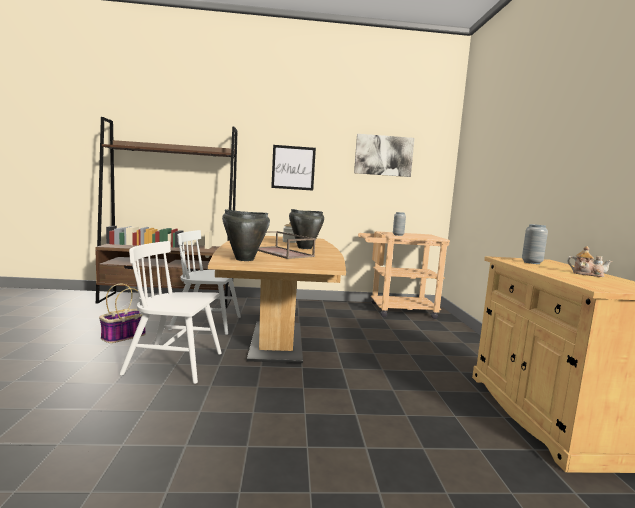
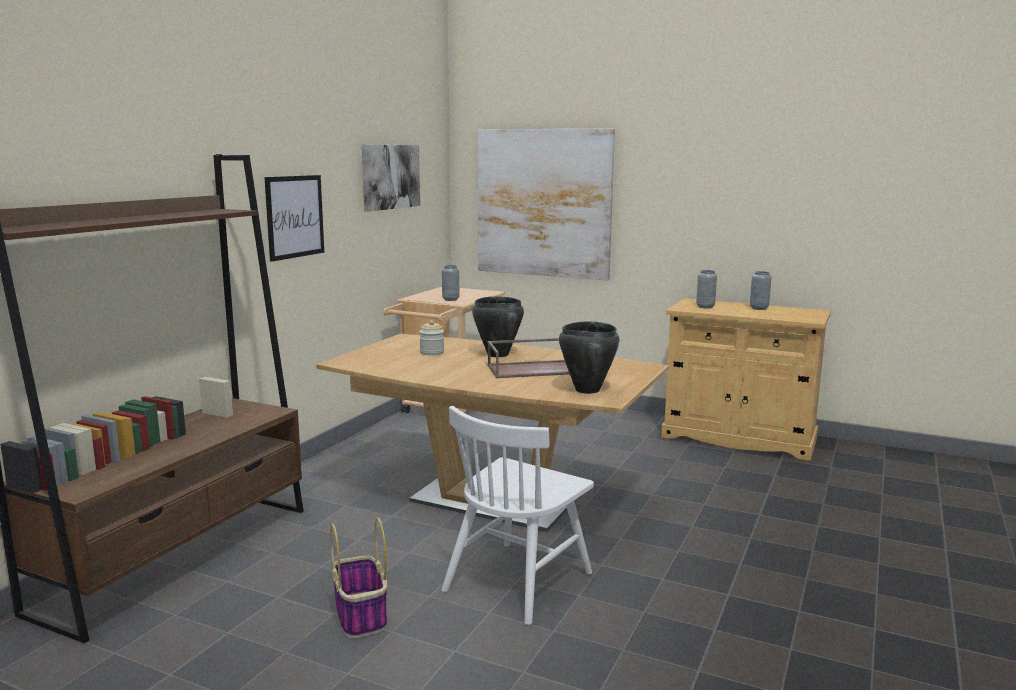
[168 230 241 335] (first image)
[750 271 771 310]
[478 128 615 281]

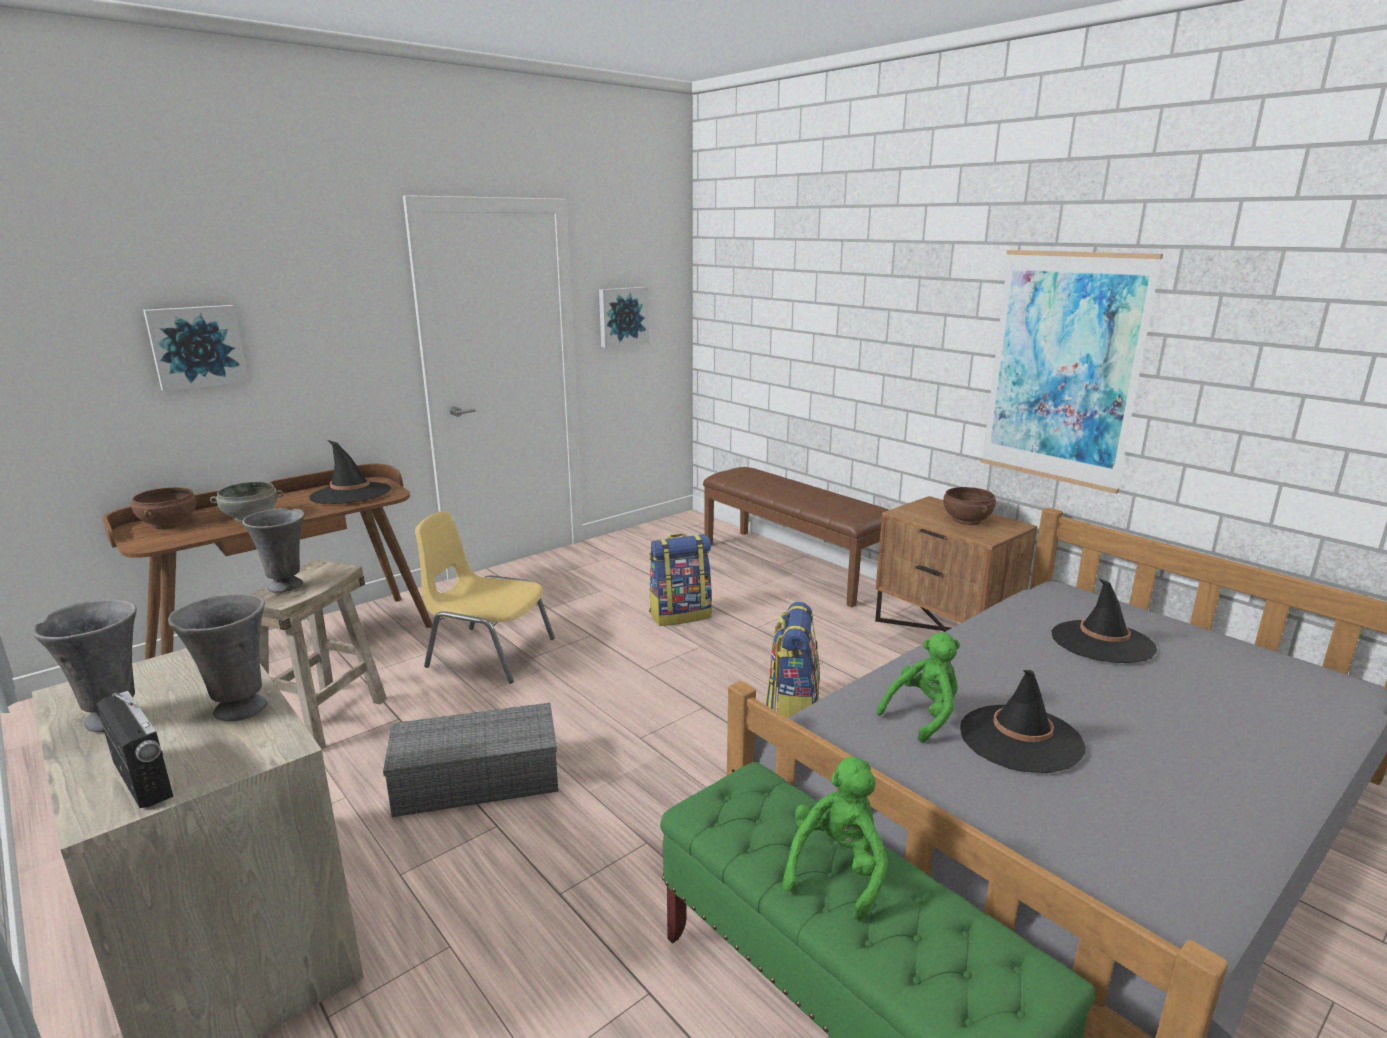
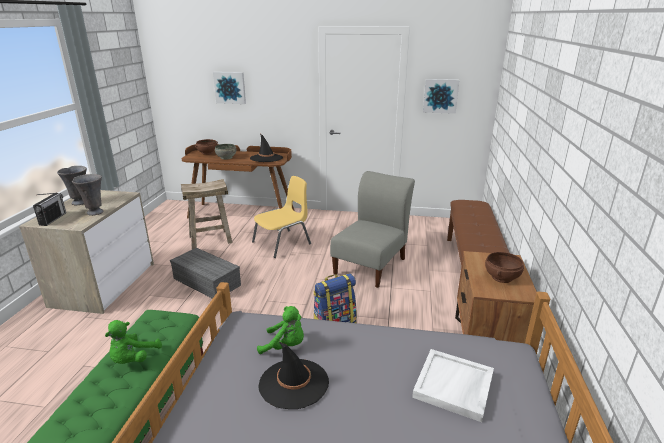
[980 250 1163 494] (first image)
[242 508 305 593] (first image)
[252 176 311 258]
[330 171 415 288]
[412 349 494 422]
[105 320 162 364]

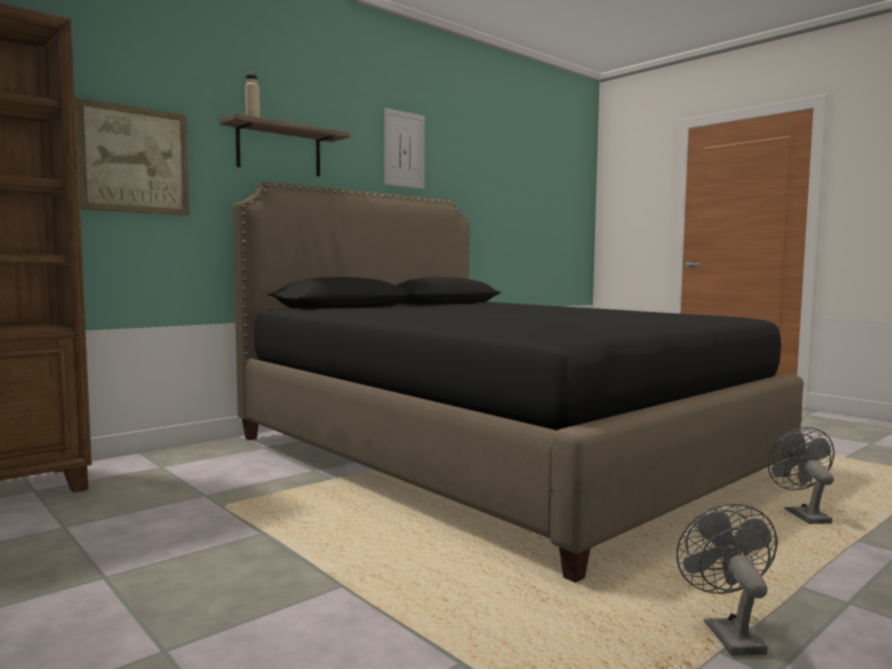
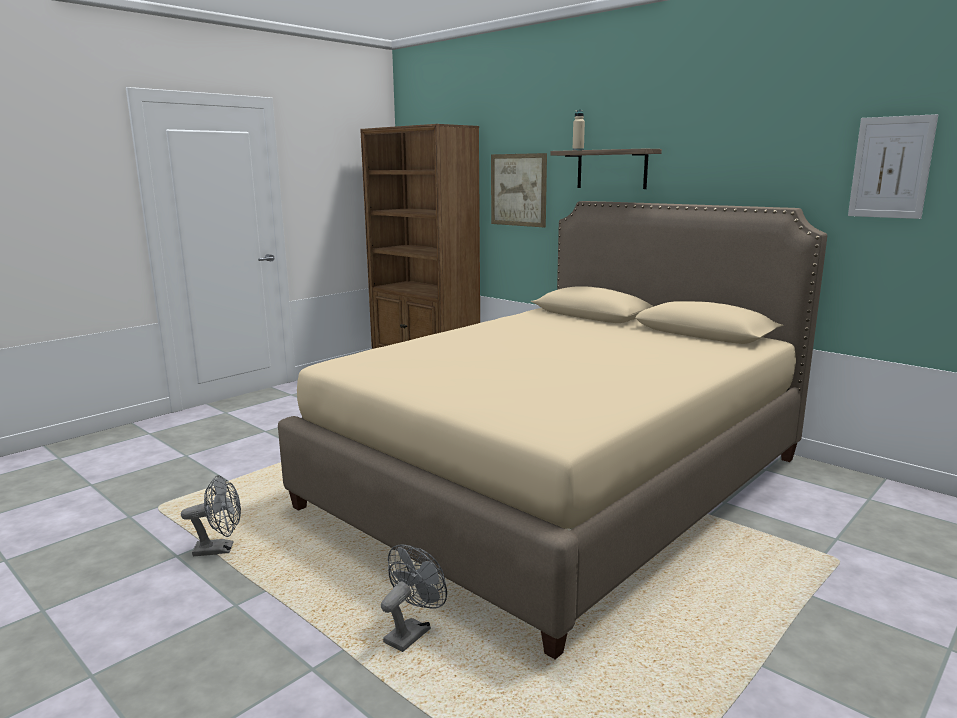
[848 114 938 219]
[278 201 827 660]
[381 544 447 652]

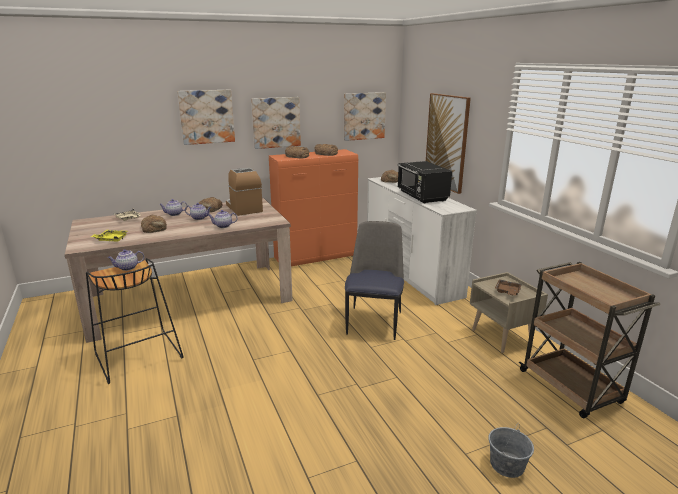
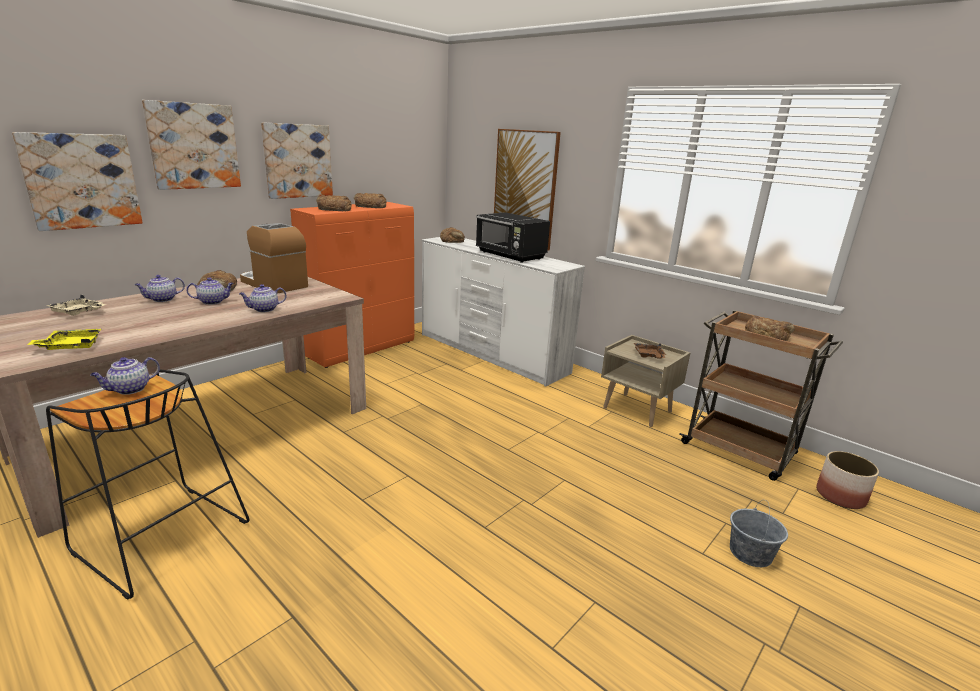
[12 132 143 231]
[745 315 795 341]
[345 221 404 340] (first image)
[816 451 879 509]

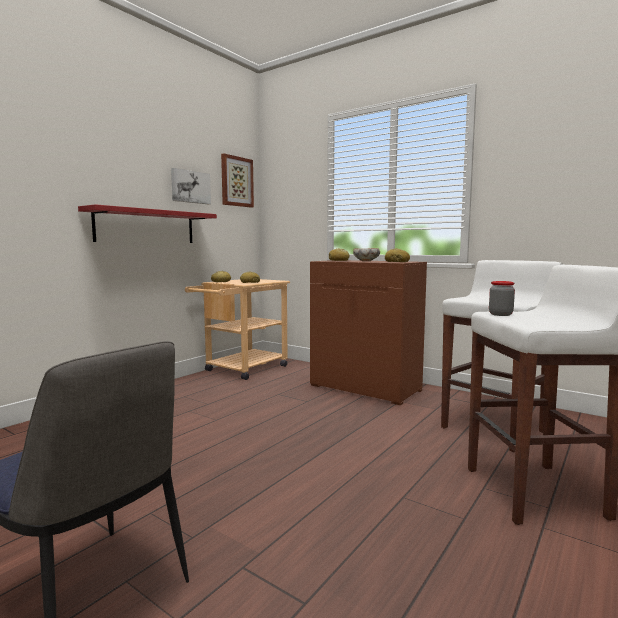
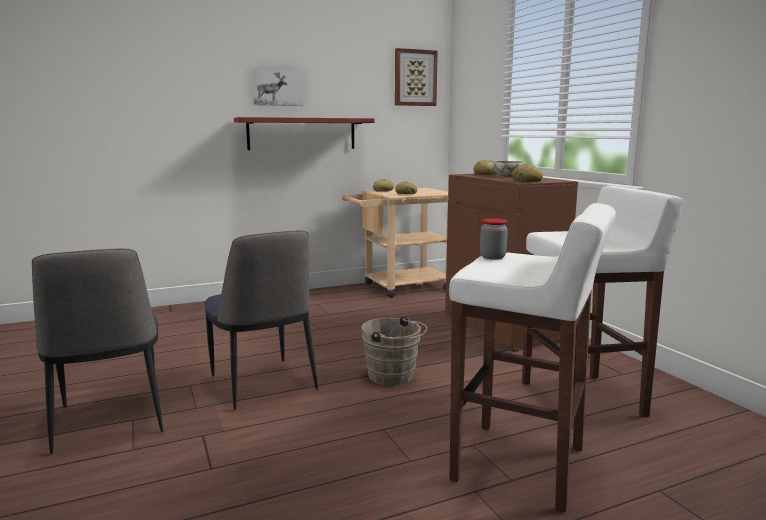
[252 69 304 106]
[204 230 318 410]
[361 316 427 386]

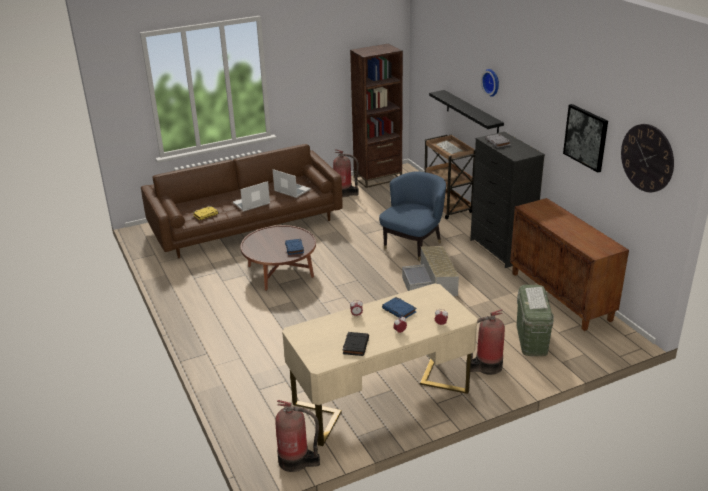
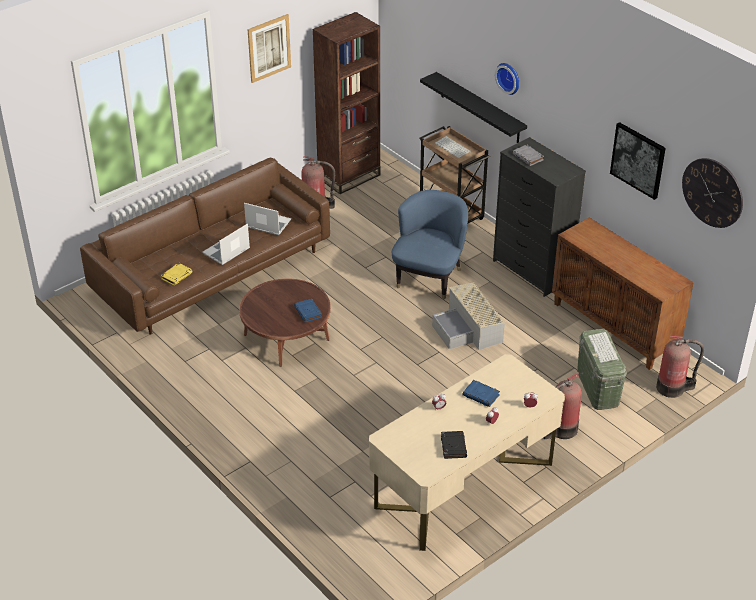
[656 336 704 398]
[247 14 291 83]

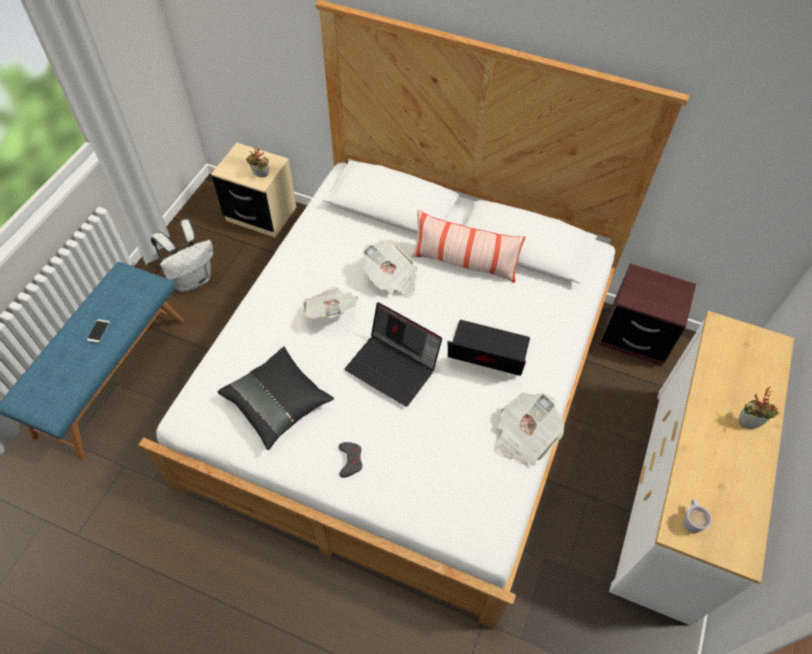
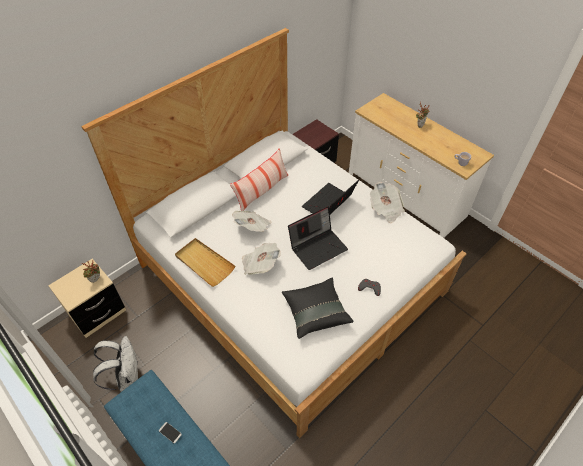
[175 238 235 287]

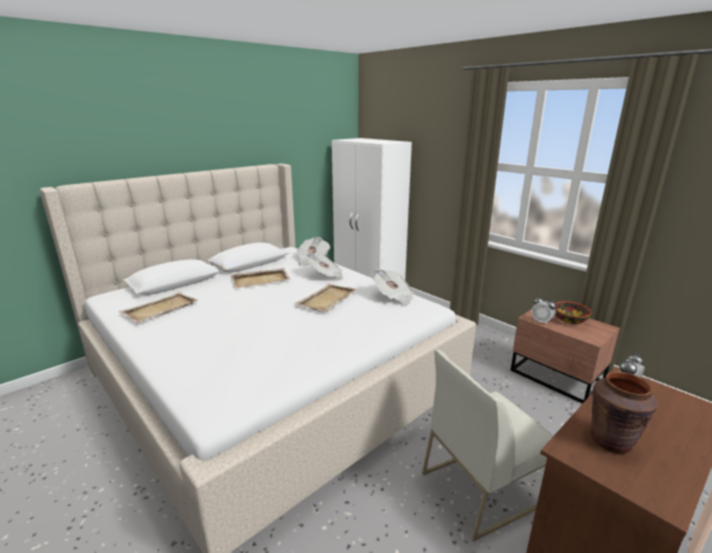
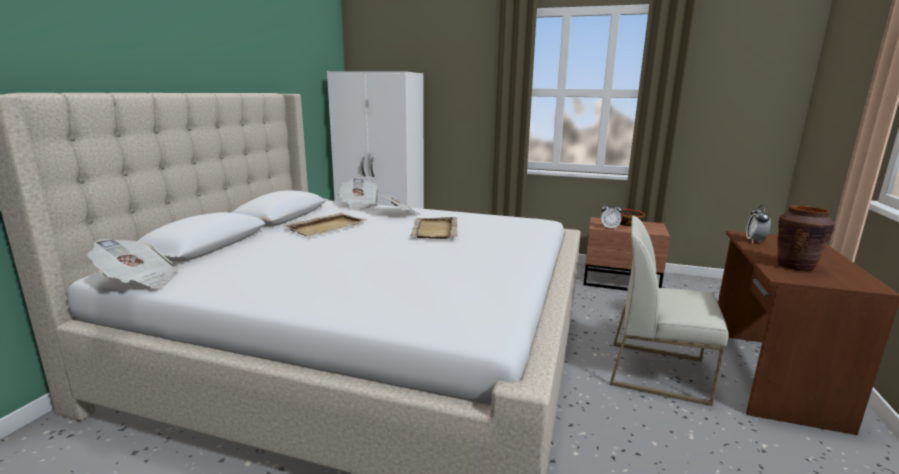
[87 239 178 288]
[119 292 199 323] (first image)
[610 216 729 406]

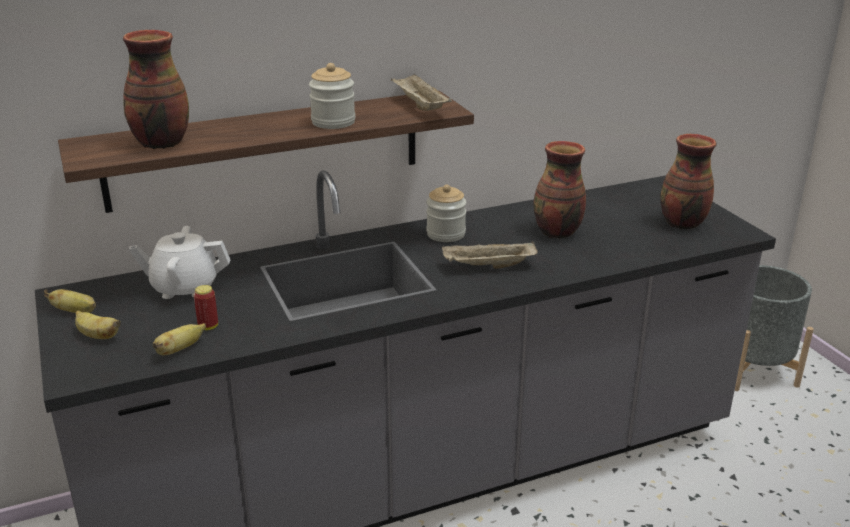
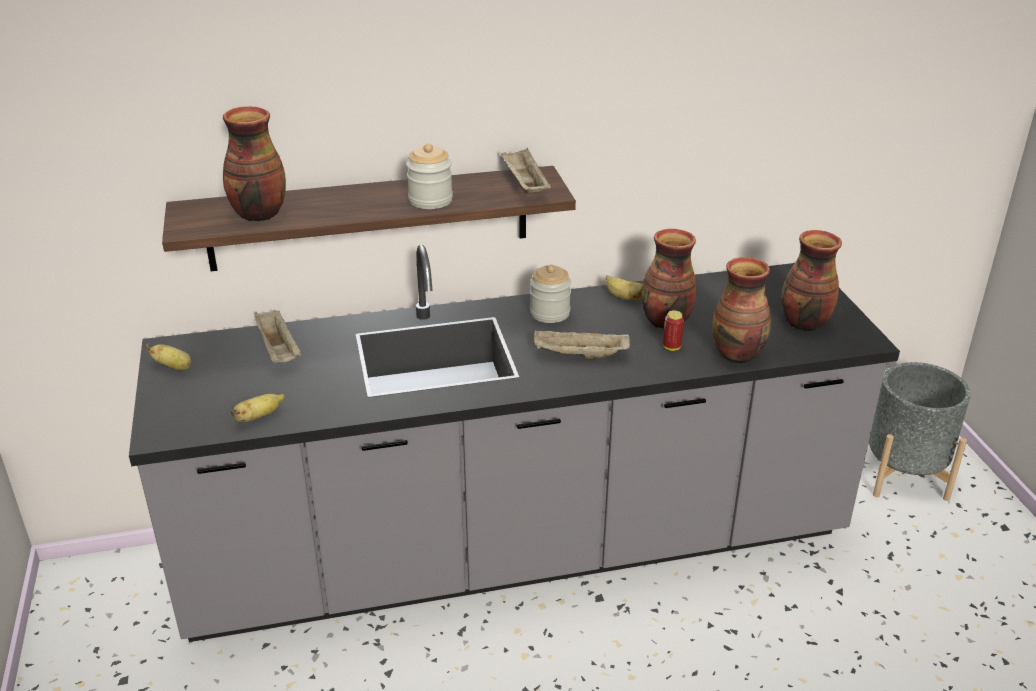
[254 310 301 363]
[663 310 684 351]
[606 275 643 300]
[712 257 771 362]

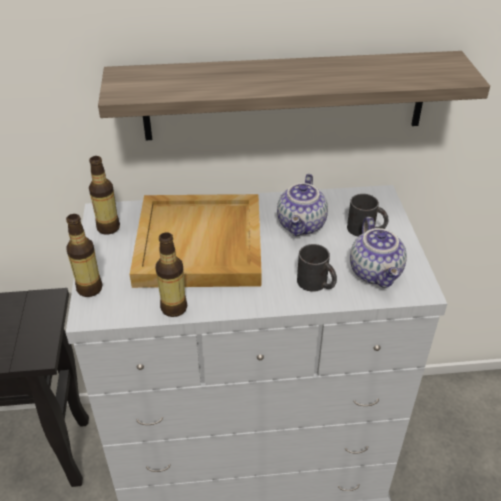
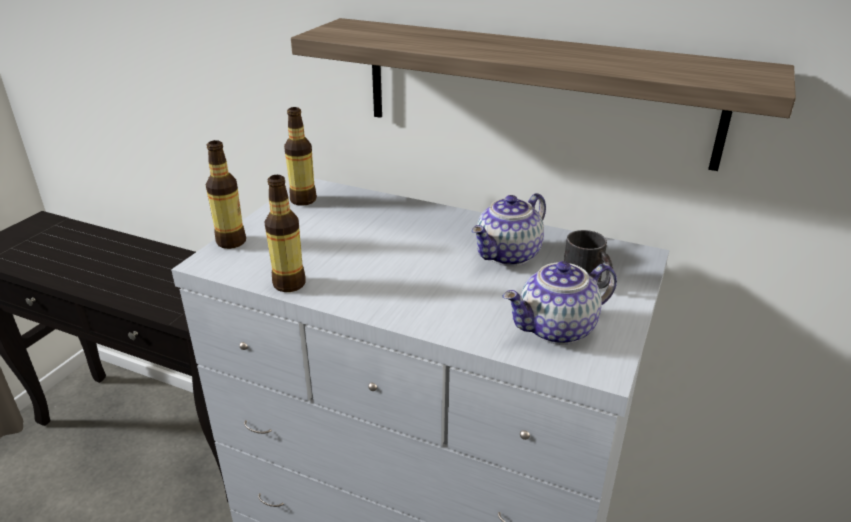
[130 194 262 288] (first image)
[503 261 617 345]
[297 244 337 292] (first image)

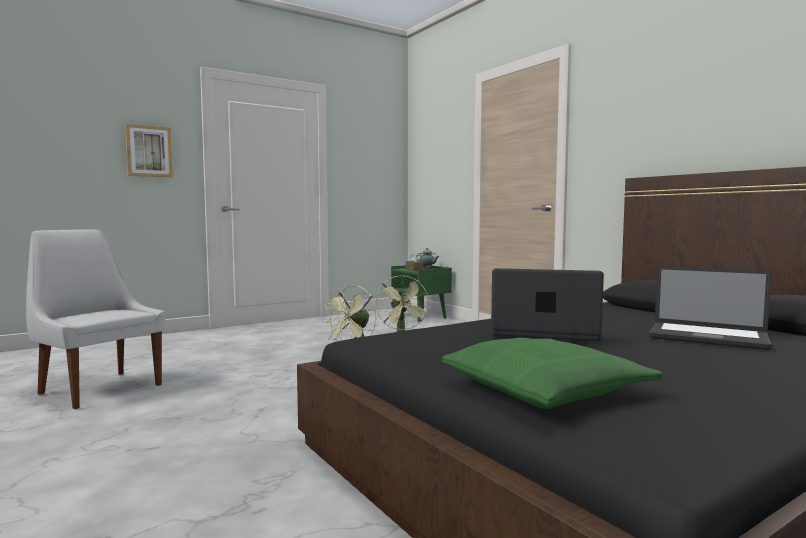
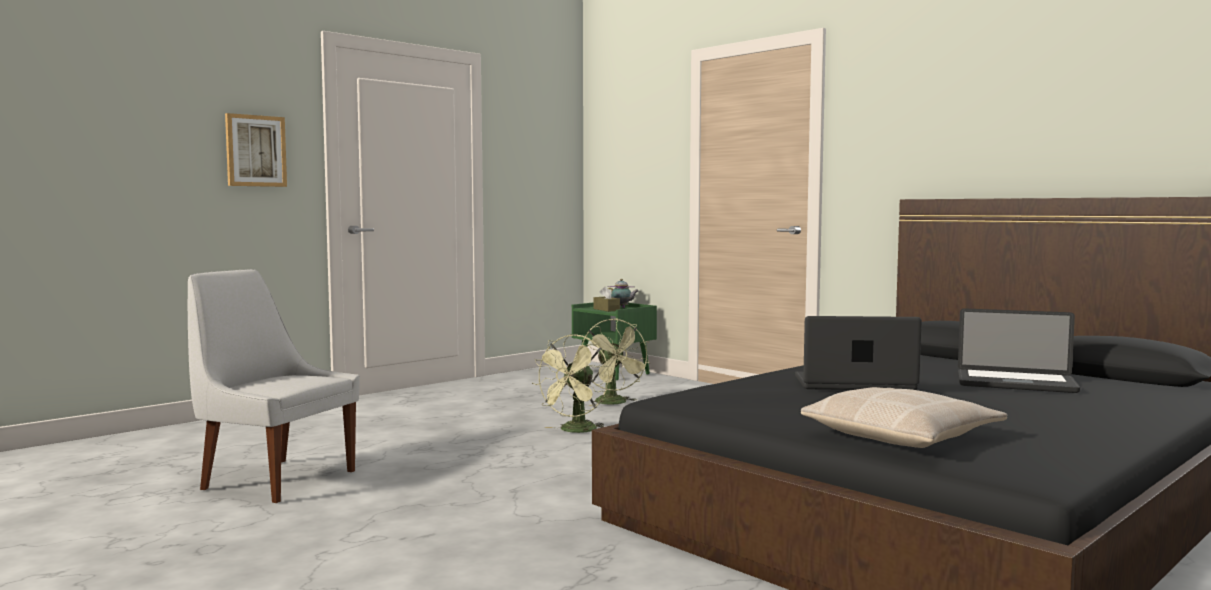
[801 387 1007 448]

